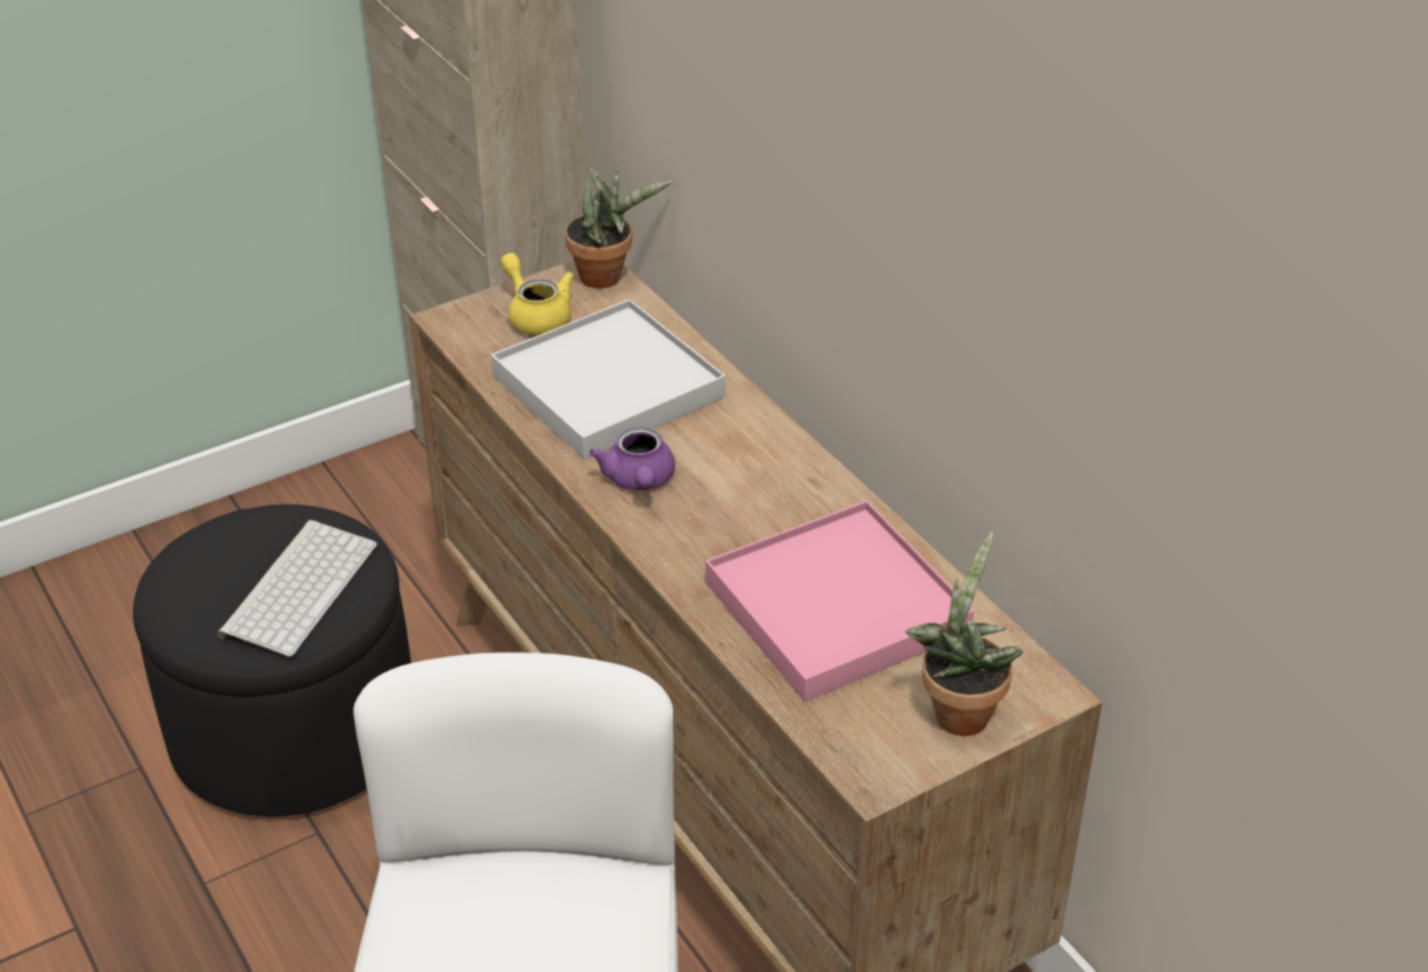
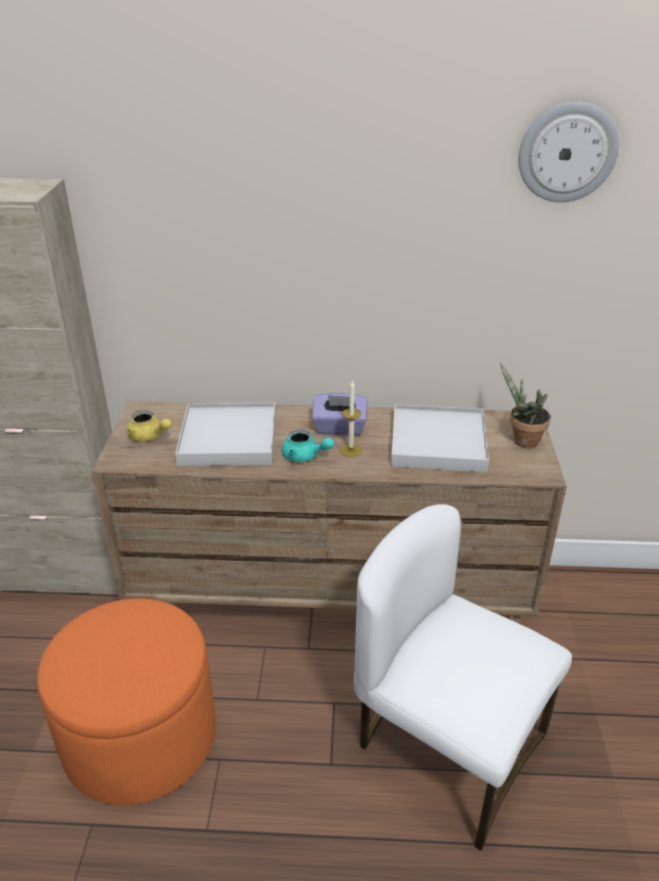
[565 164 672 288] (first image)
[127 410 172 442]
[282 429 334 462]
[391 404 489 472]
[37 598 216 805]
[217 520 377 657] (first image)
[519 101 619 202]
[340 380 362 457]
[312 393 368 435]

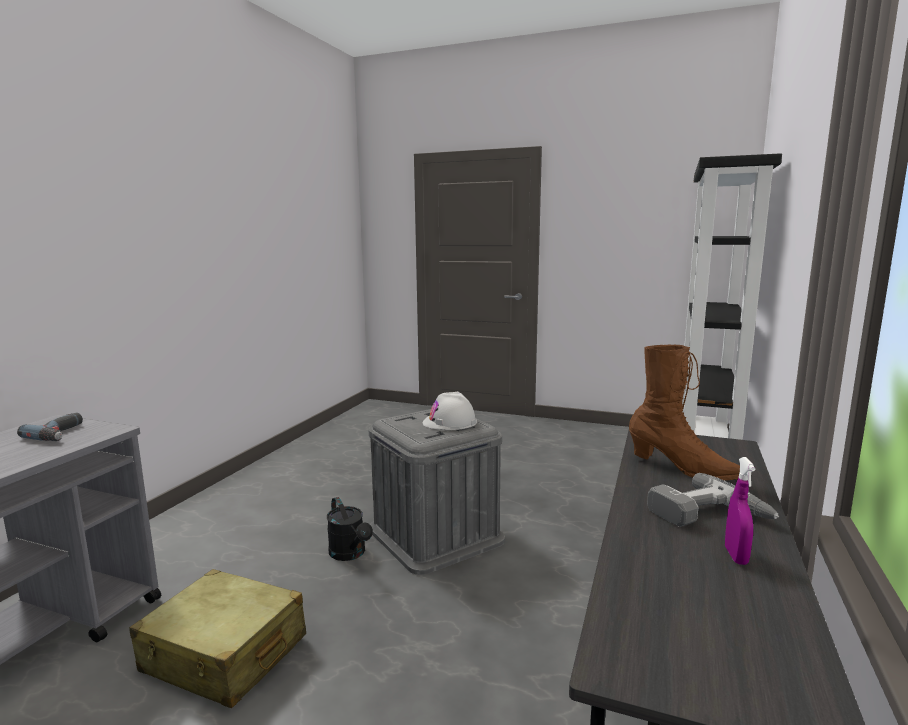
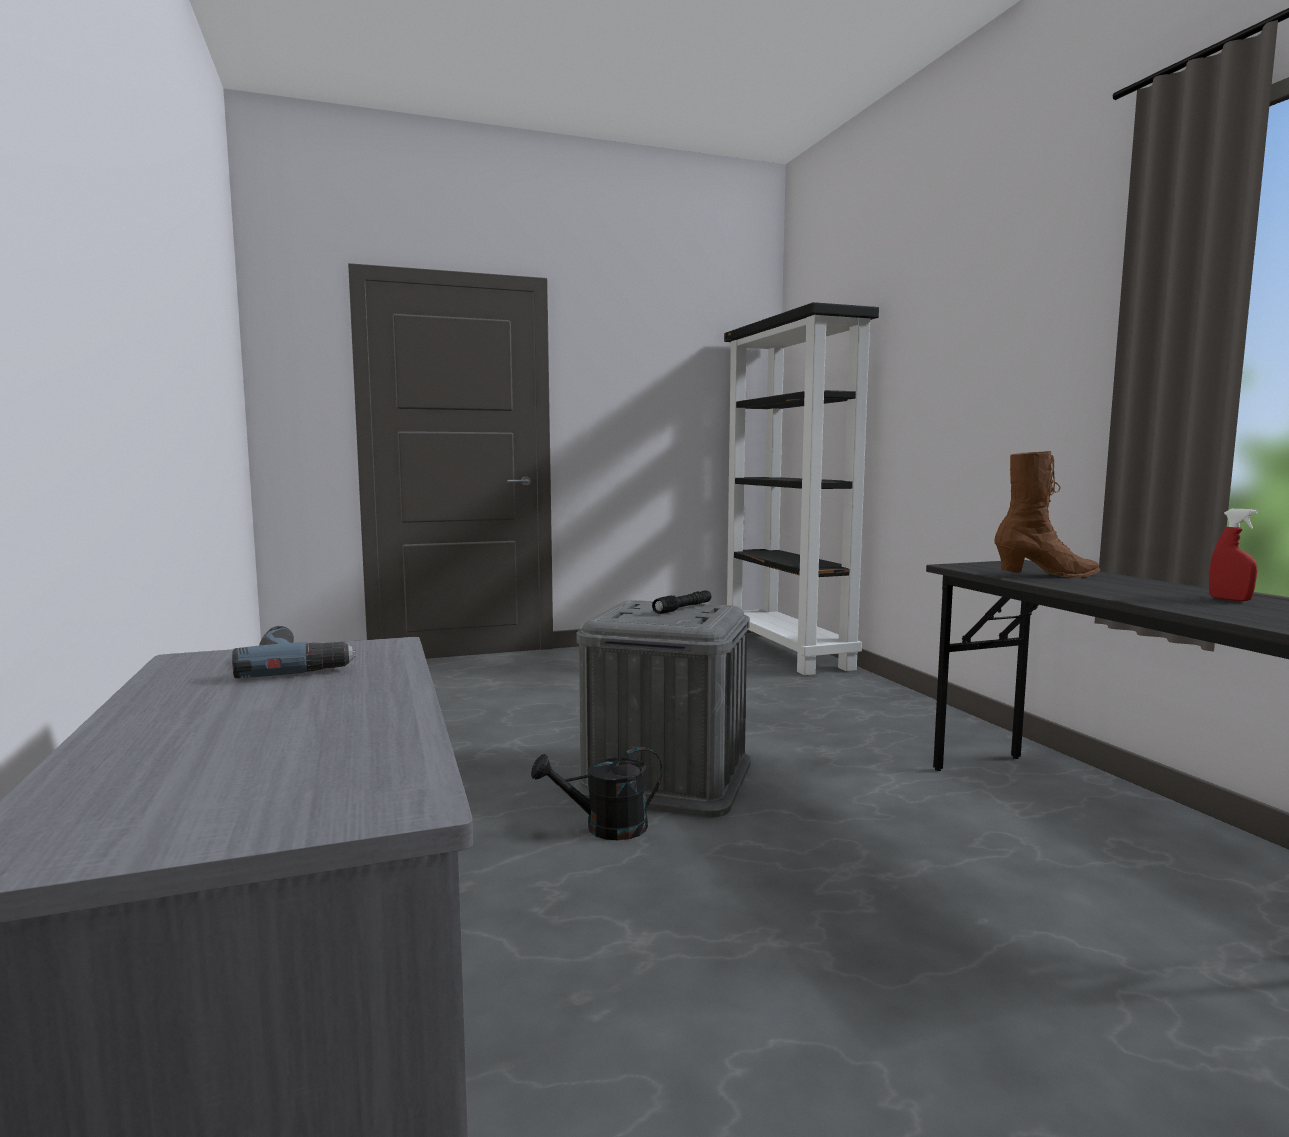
[652 590 711 614]
[1209 509 1258 601]
[647 473 779 527] (first image)
[531 747 662 840]
[129 569 306 709] (first image)

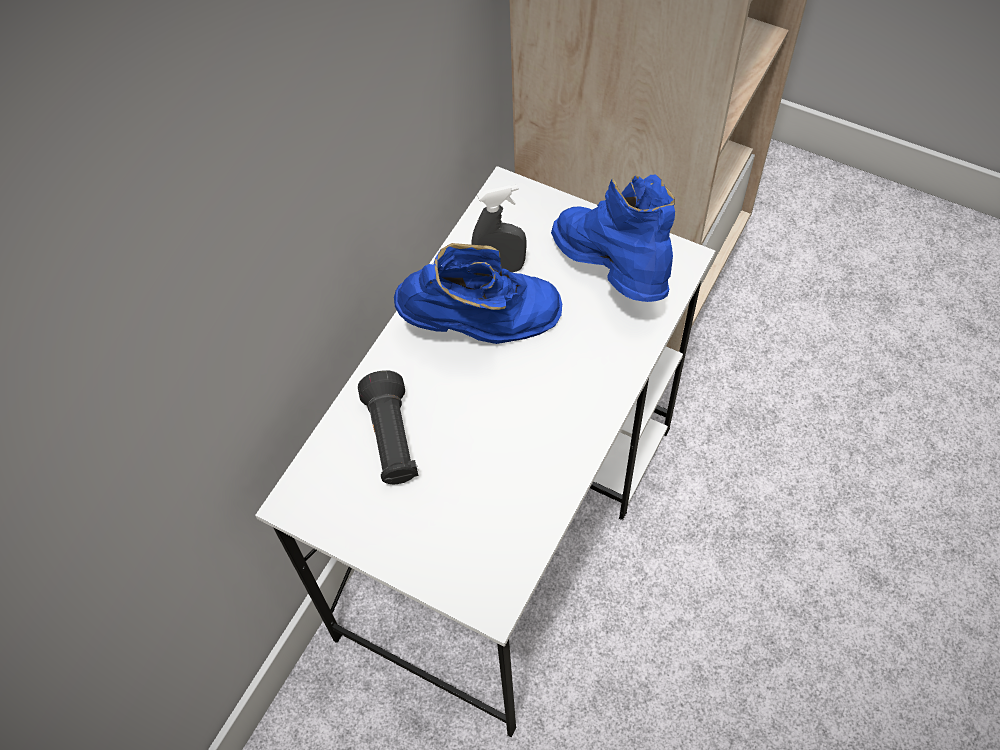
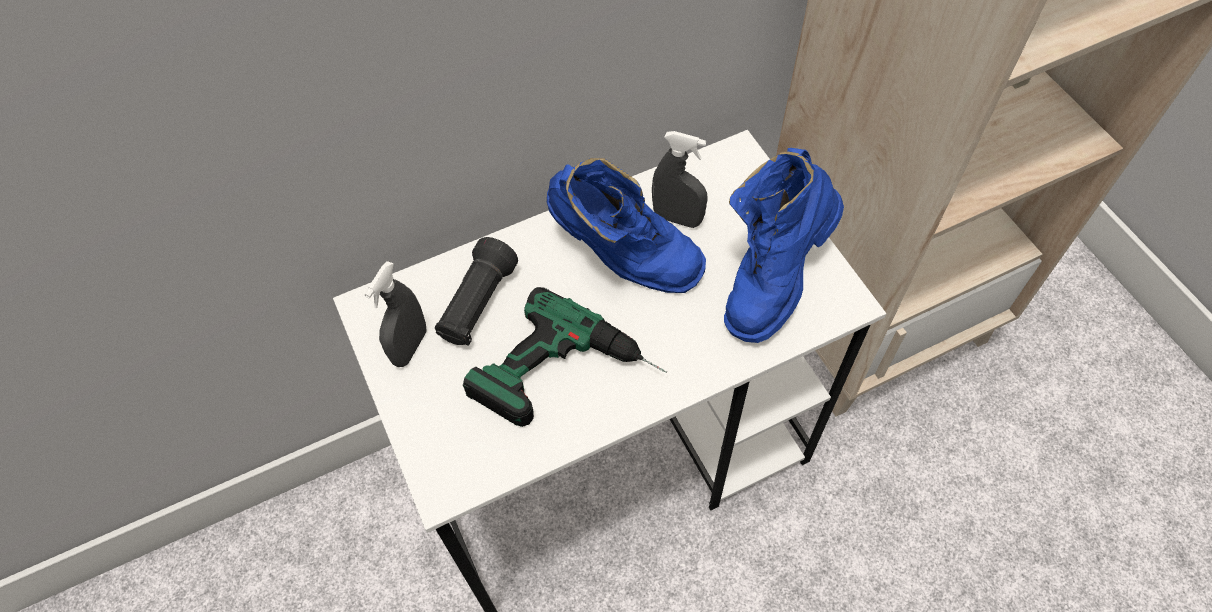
[724 148 844 343]
[365 261 427 367]
[463 287 667 427]

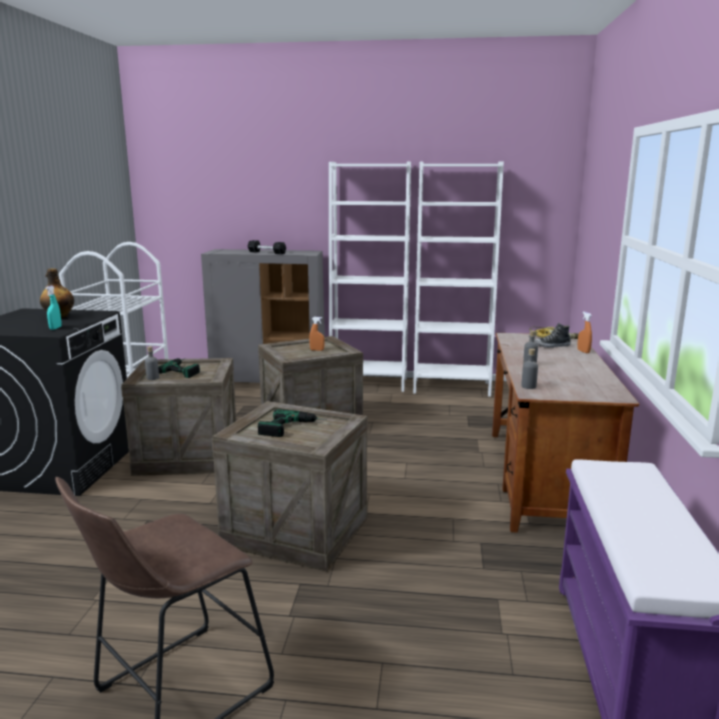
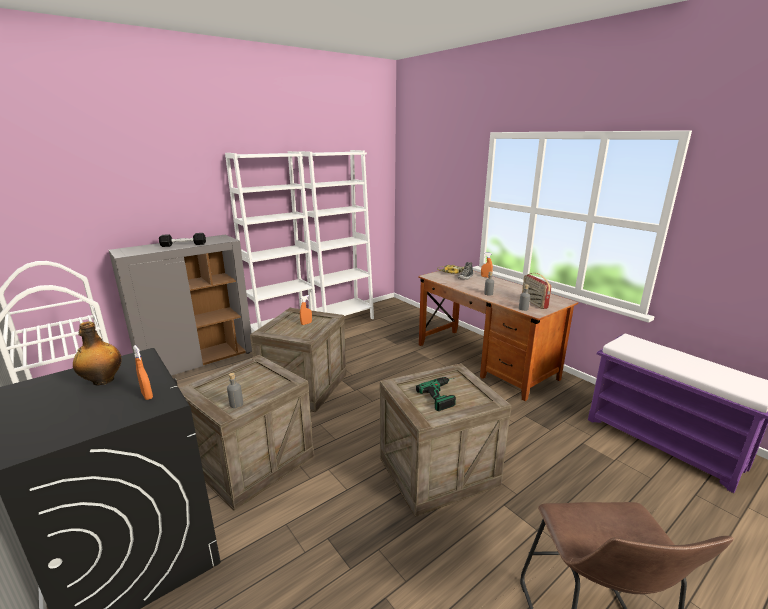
[133 345 153 400]
[158 358 200 378] (first image)
[522 273 552 309]

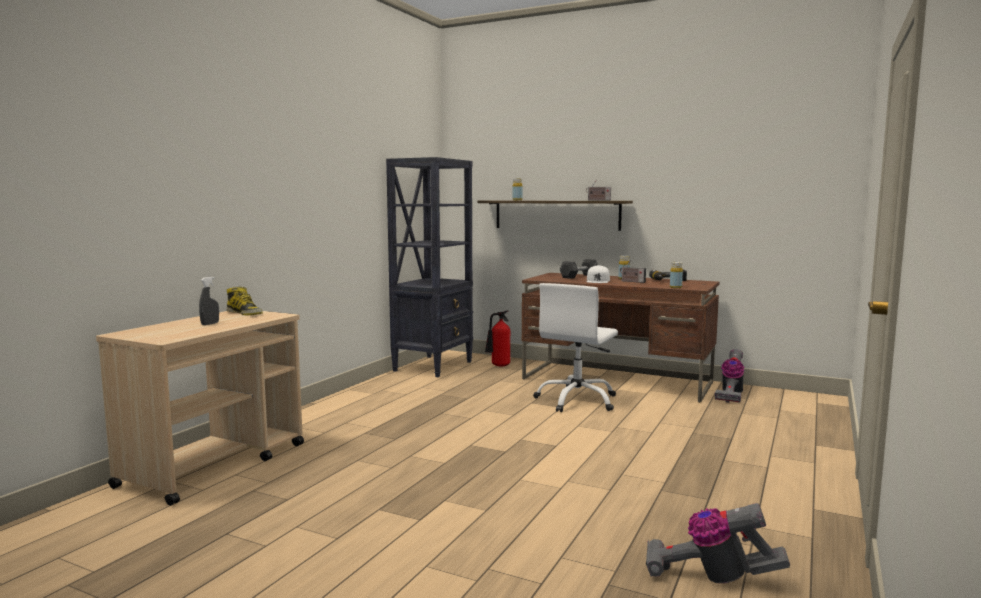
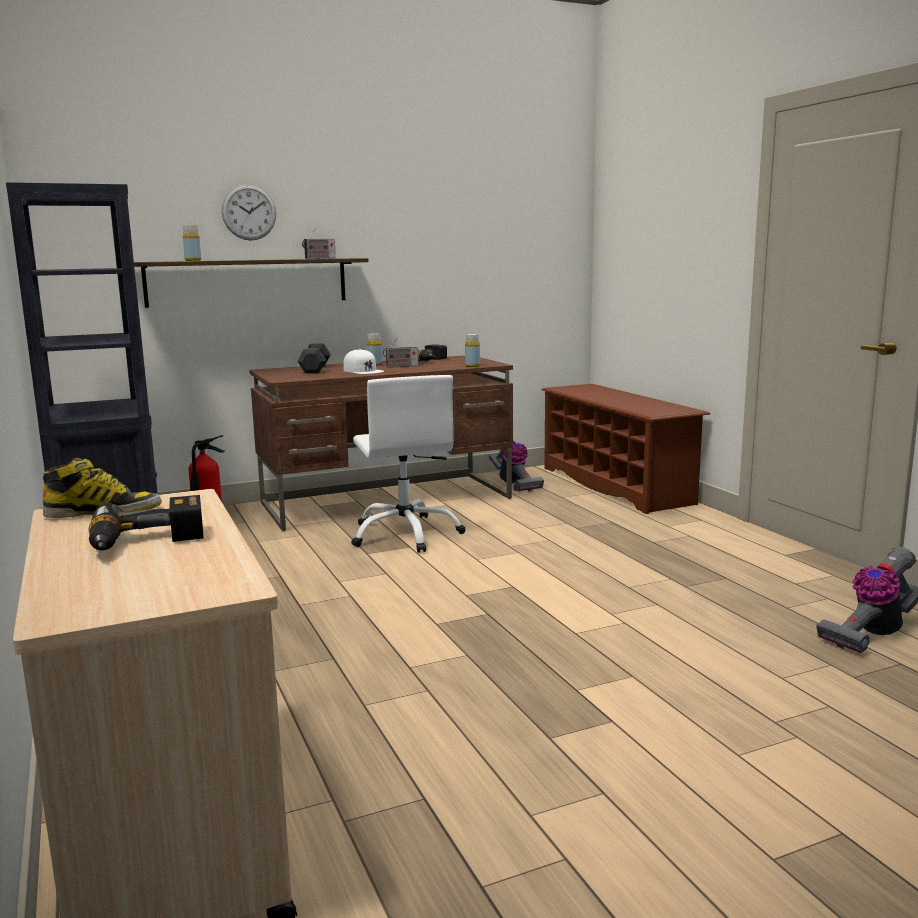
[89 495 204 550]
[222 184 276 241]
[541 384 710 514]

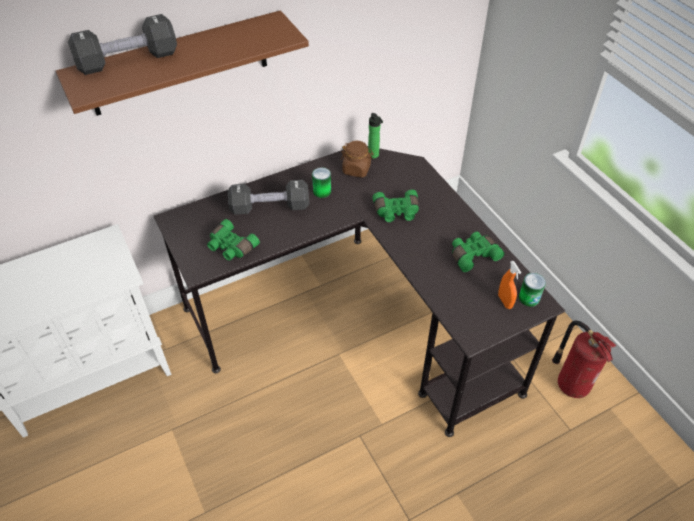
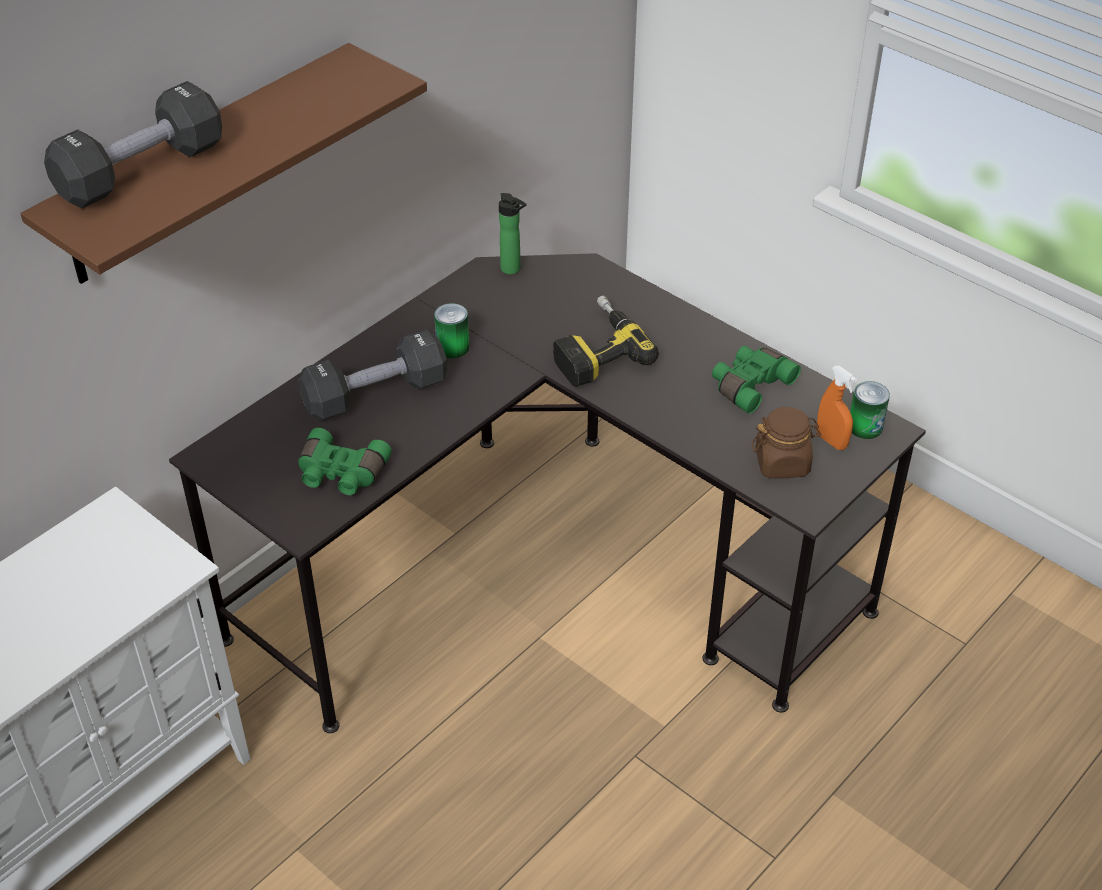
[752 407 821 478]
[553 296 659 386]
[552 321 616 398] (first image)

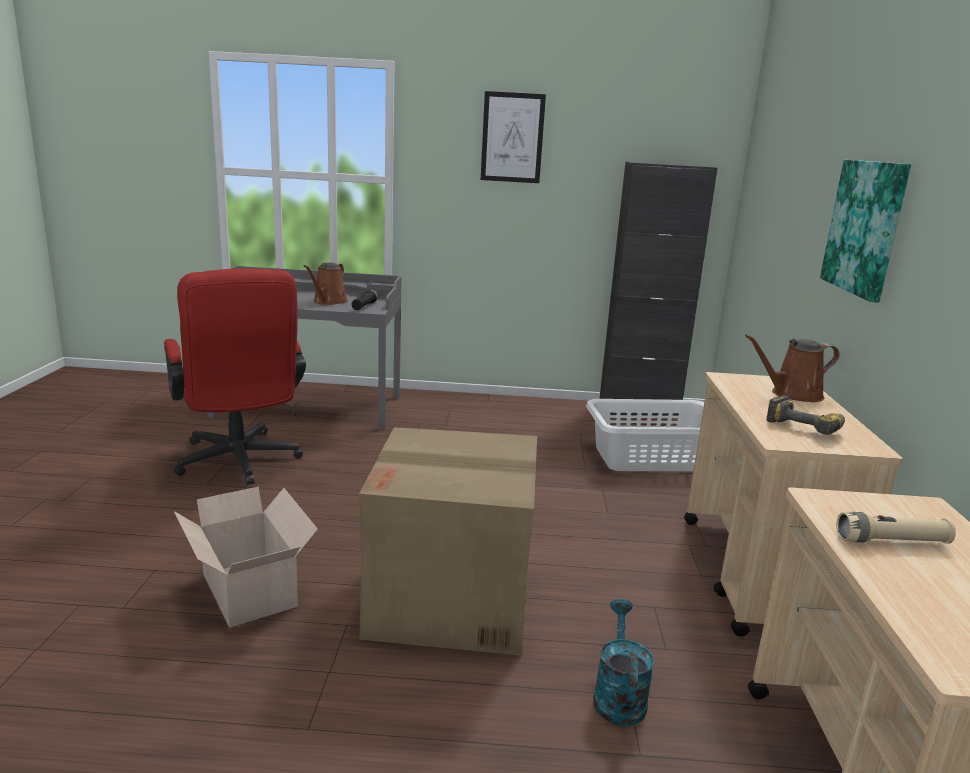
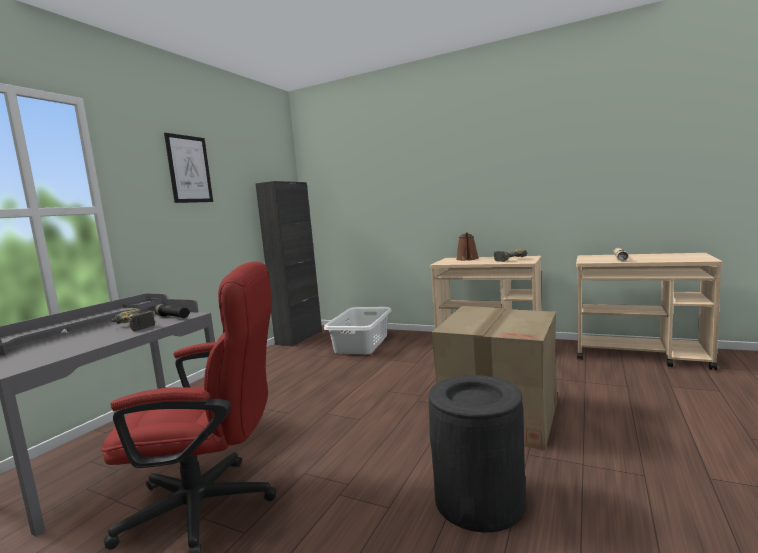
[820 160 911 302] (first image)
[105 309 155 331]
[428 375 526 532]
[593 599 654 726] (first image)

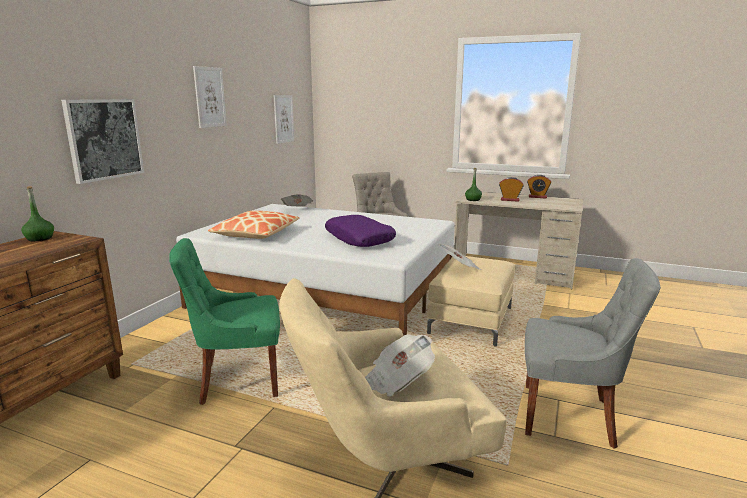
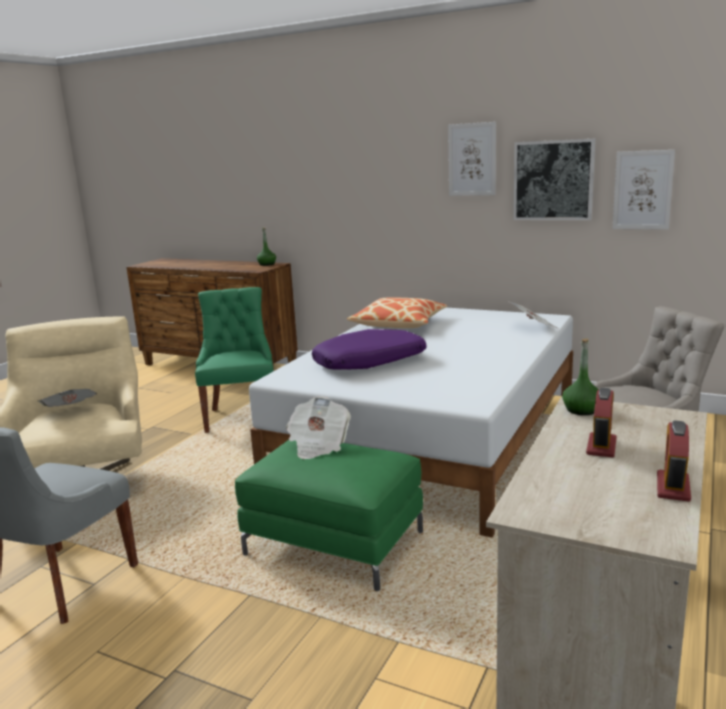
[513 139 595 220]
[235 440 423 591]

